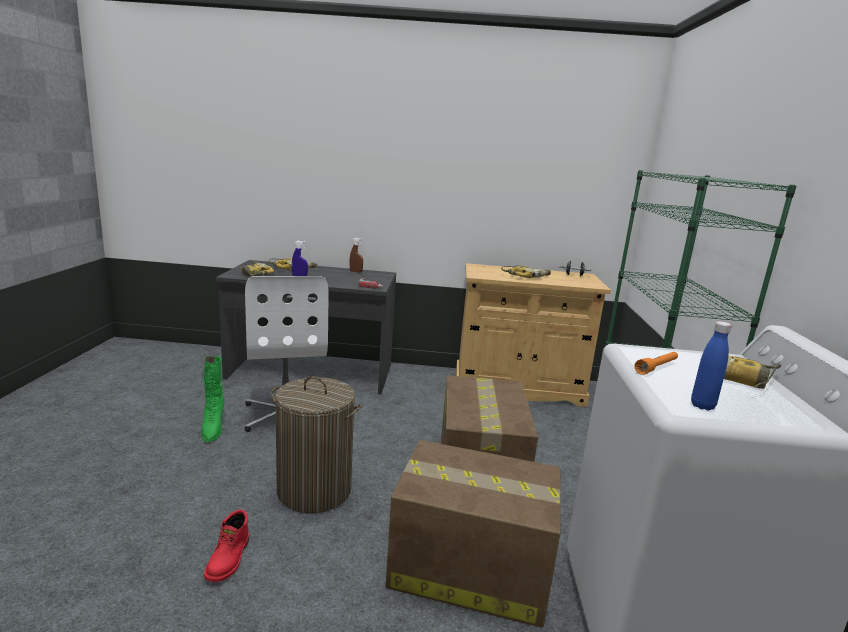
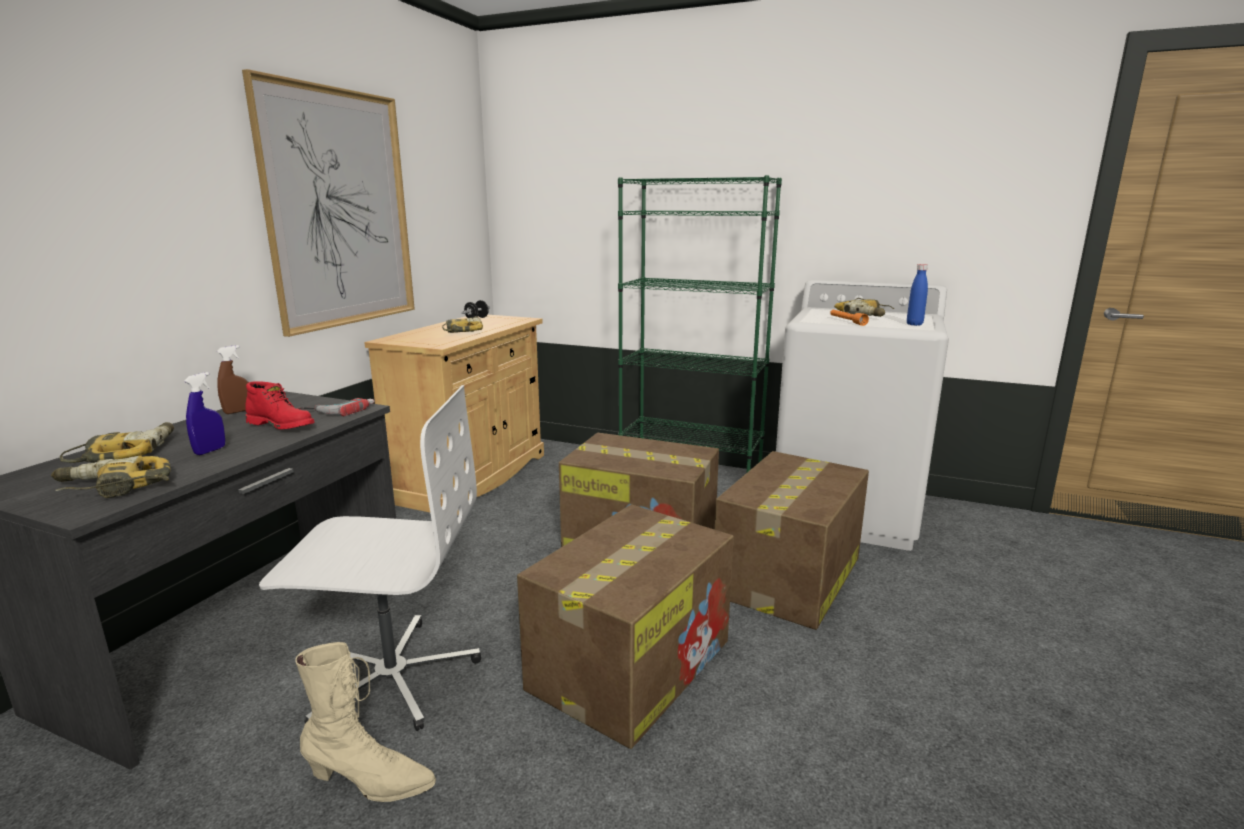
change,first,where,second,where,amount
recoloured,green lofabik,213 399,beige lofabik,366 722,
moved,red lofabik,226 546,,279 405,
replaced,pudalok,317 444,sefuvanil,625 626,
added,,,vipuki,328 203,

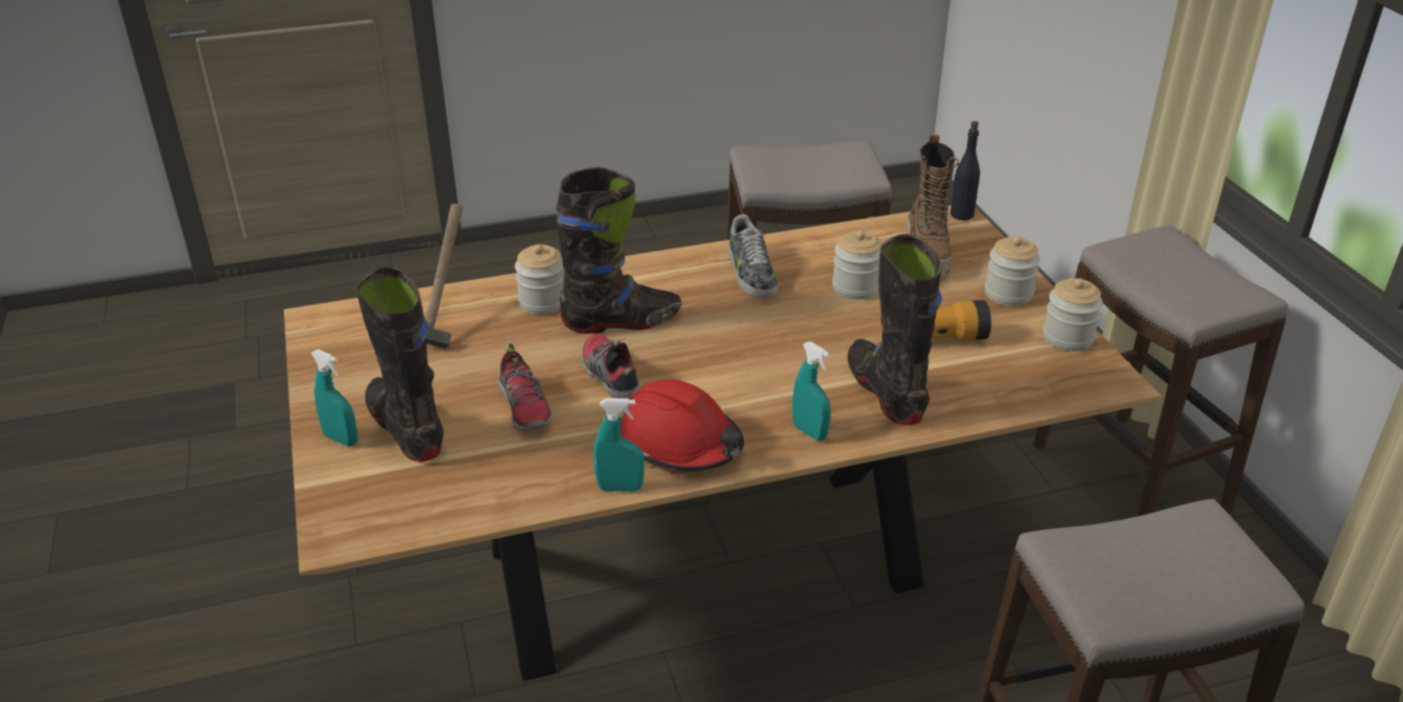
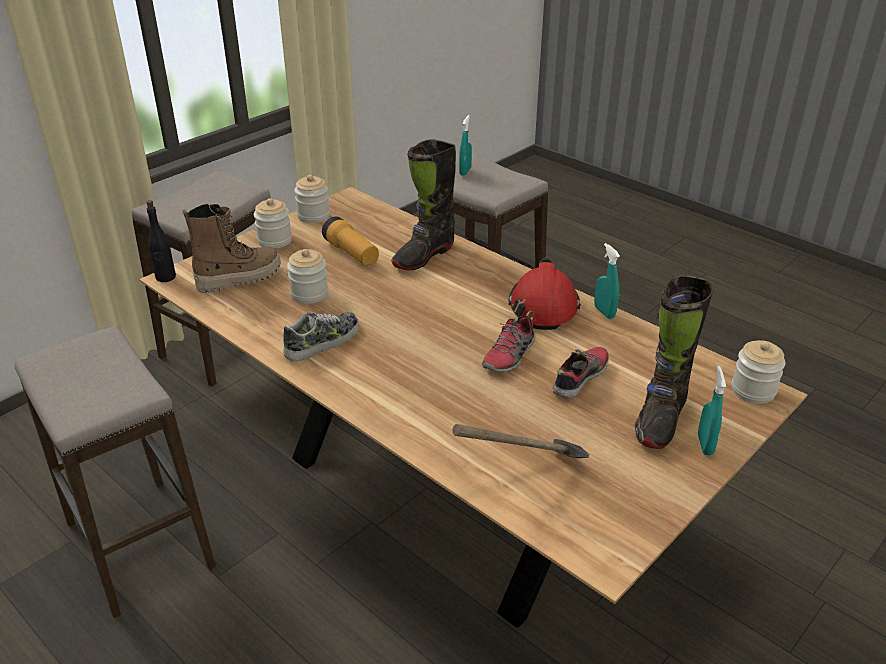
change,first,where,second,where,amount
moved,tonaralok,539 279,,758 372,
removed,black lofabik,619 250,,,
moved,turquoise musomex,811 391,,465 145,

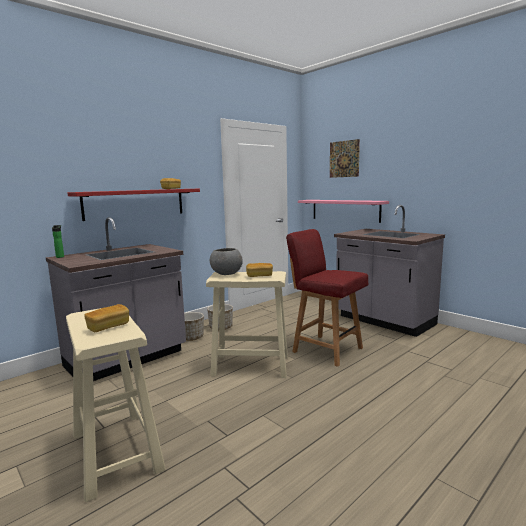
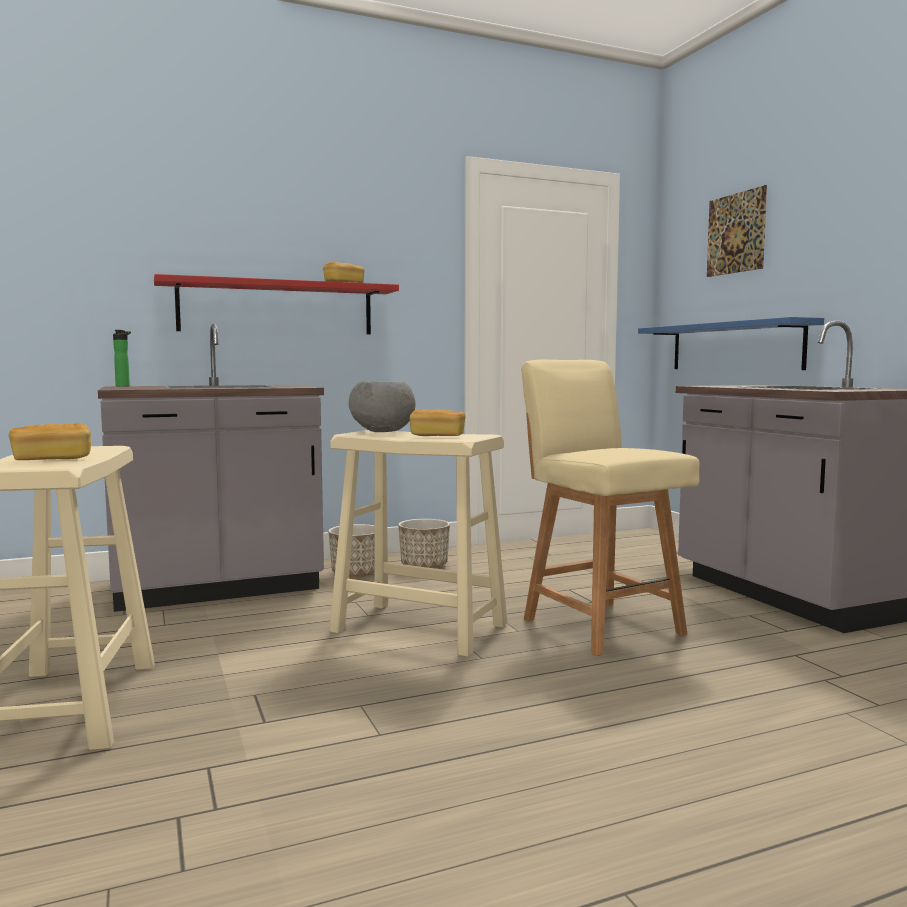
change,first,where,second,where,amount
recoloured,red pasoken,327 298,beige pasoken,610 508,
recoloured,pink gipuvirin,343 211,blue gipuvirin,731 343,

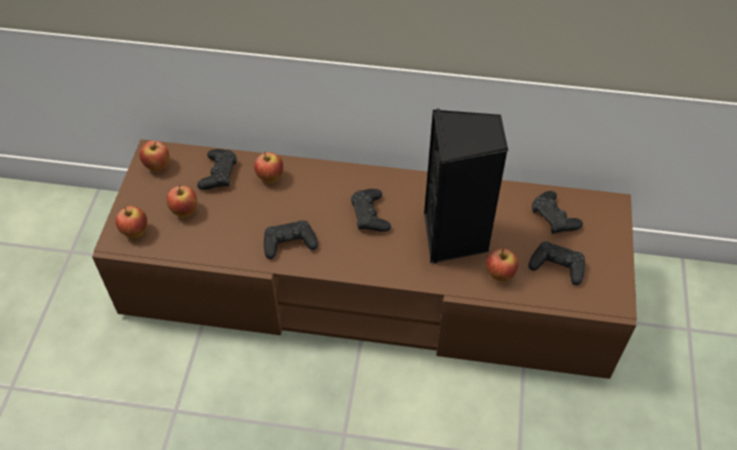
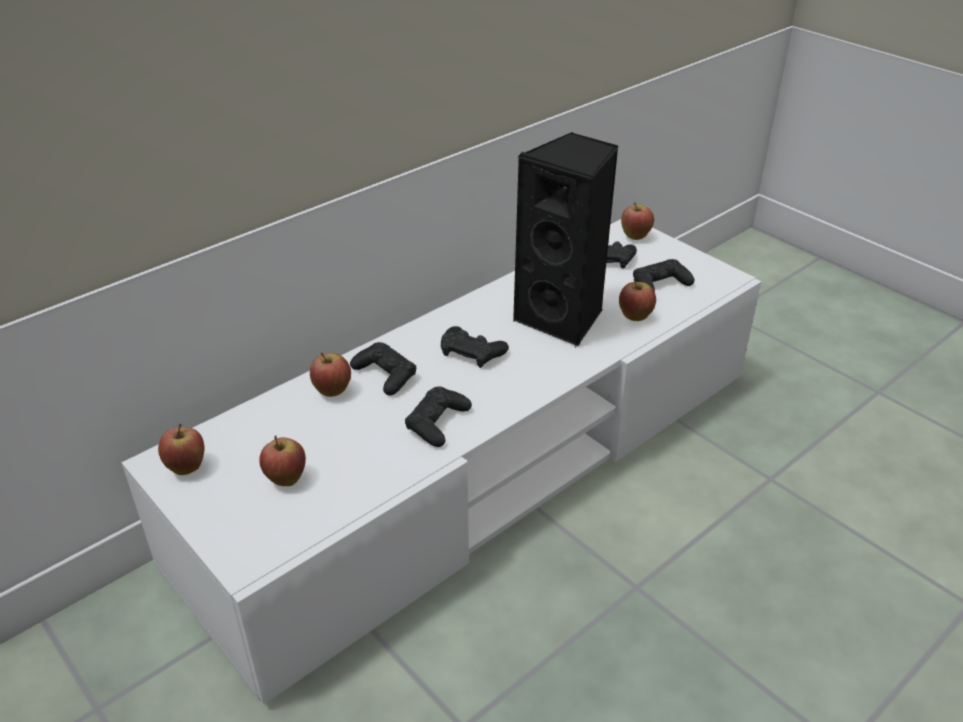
change,first,where,second,where,amount
recoloured,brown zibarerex,364 259,white zibarerex,441 461,
moved,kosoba,131 222,,637 221,
moved,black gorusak,217 169,,383 369,

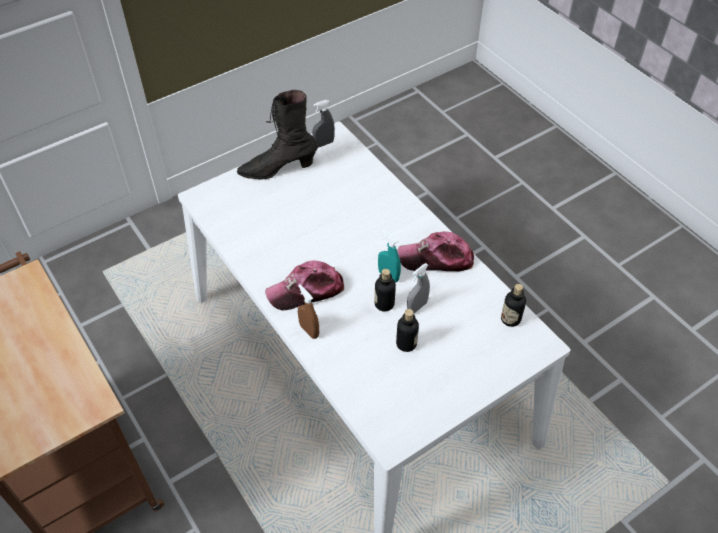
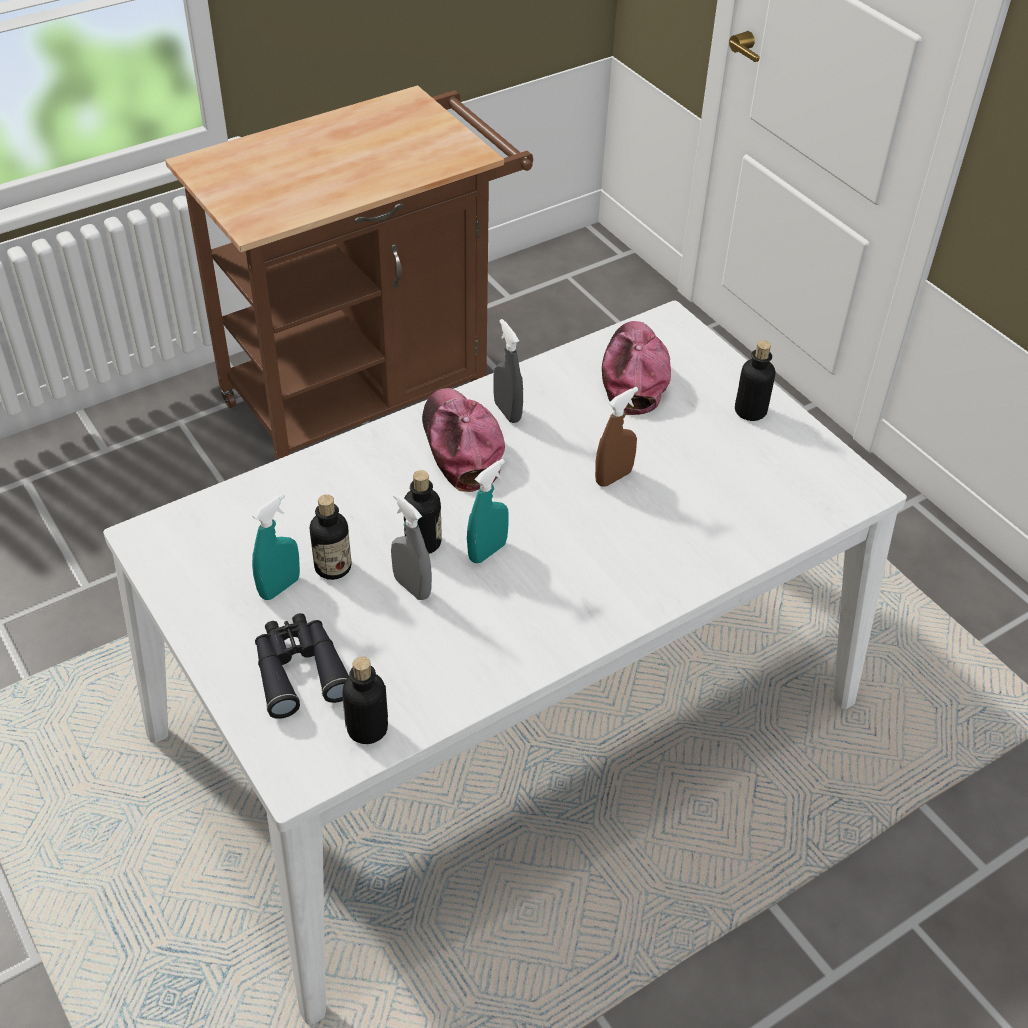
change,first,where,second,where,amount
replaced,black lofabik,277 134,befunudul,755 381,
moved,brown musomex,308 311,,616 437,
moved,grey musomex,323 123,,508 371,
moved,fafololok,435 251,,636 368,
added,,,turquoise musomex,276 546,
added,,,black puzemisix,302 666,

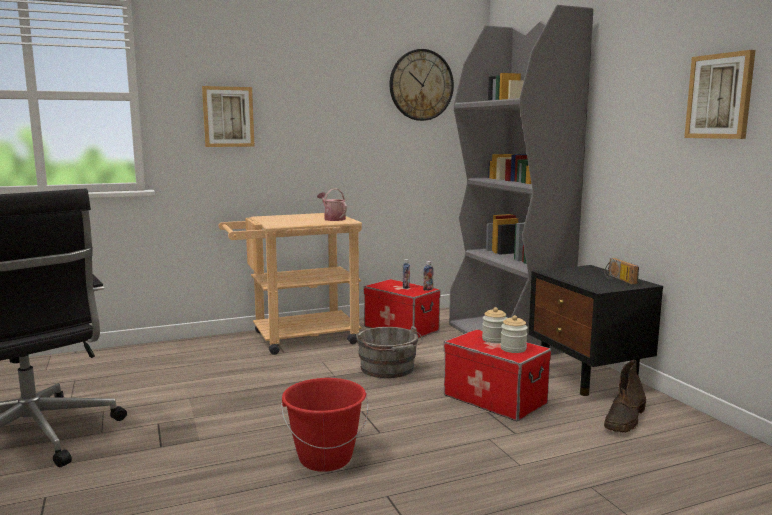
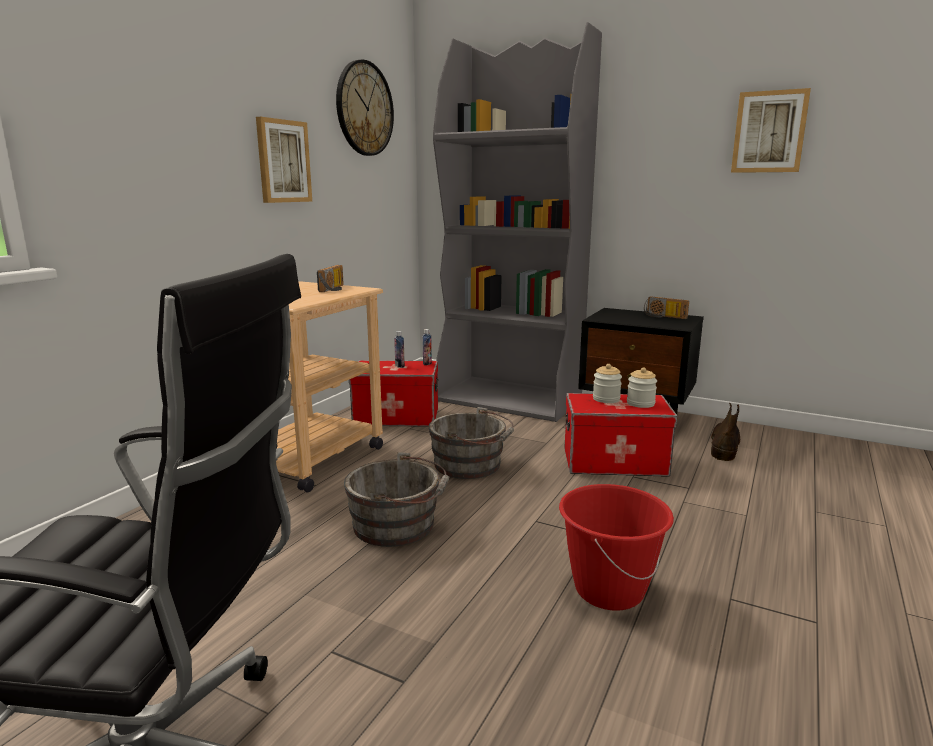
change,first,where,second,where,amount
moved,vipuki,228 116,,284 160,
replaced,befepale,332 204,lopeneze,330 278,
turned,brown lofabik,625 396,,725 432,150 degrees counterclockwise
added,,,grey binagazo,396 499,

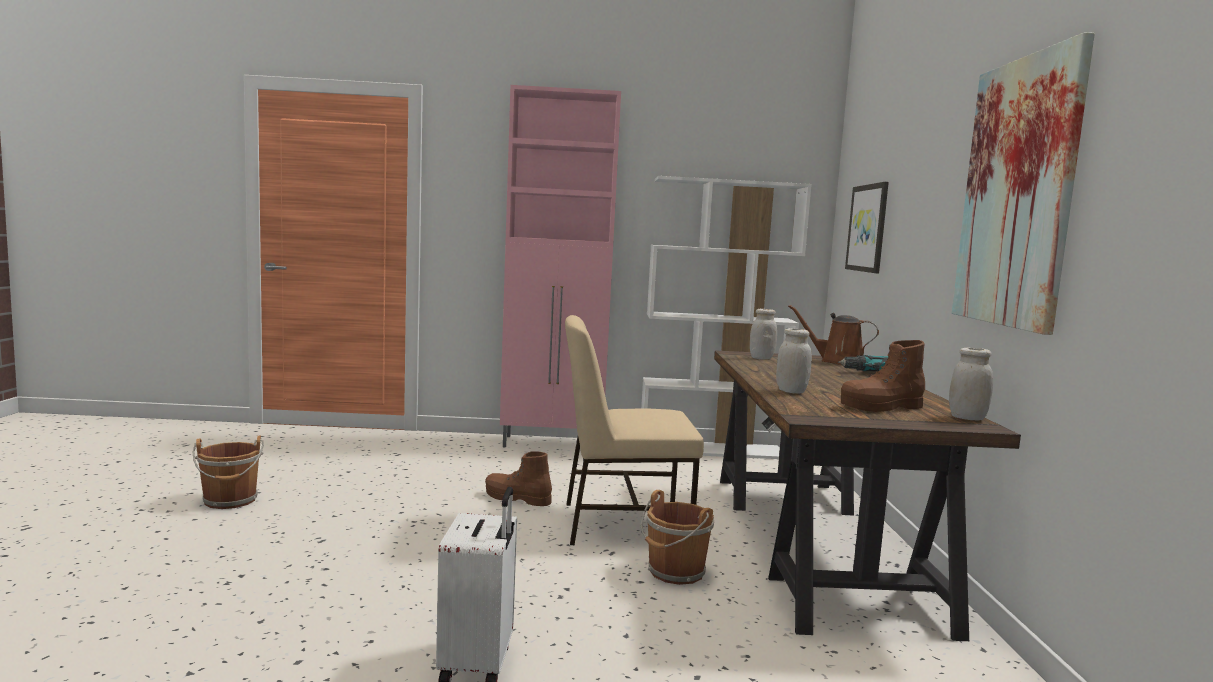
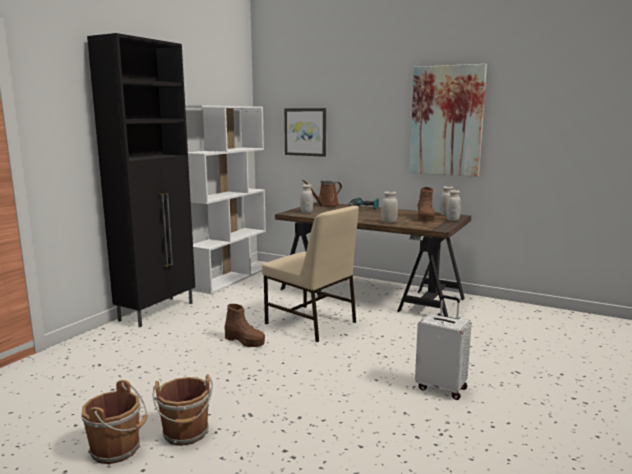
change,first,where,second,where,amount
turned,brown lofabik,518 478,,244 325,105 degrees counterclockwise
recoloured,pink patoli,560 266,black patoli,141 180,
turned,beige pasoken,634 430,,310 274,75 degrees counterclockwise
moved,brown binagazo,677 537,,182 410,
added,,,white tonaralok,453 205,

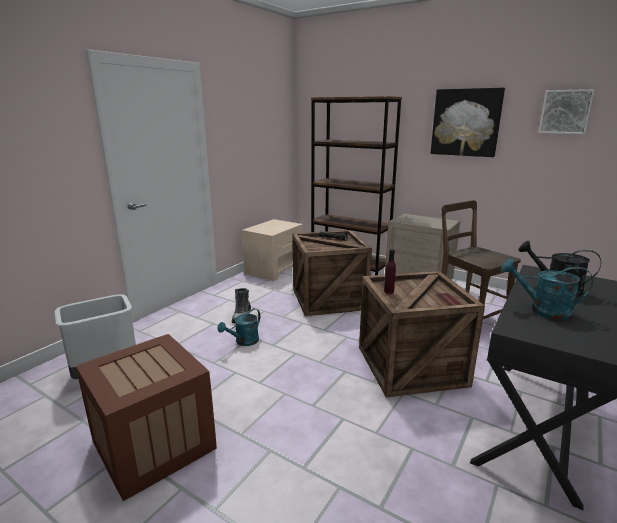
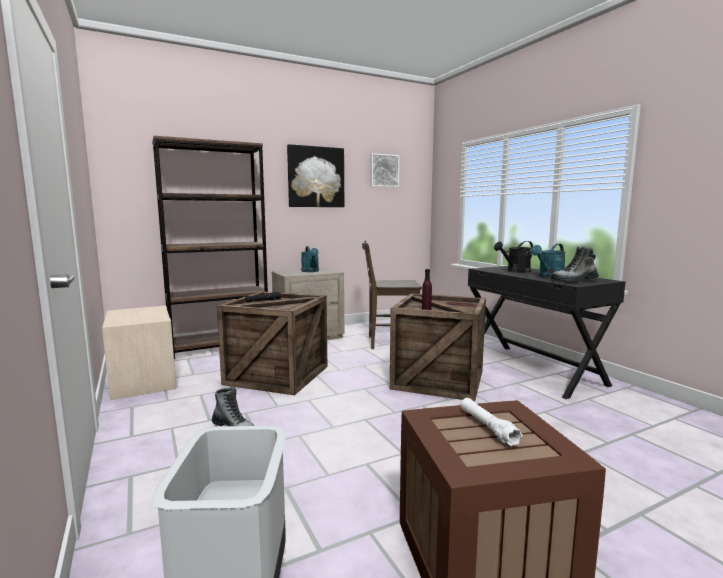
change,first,where,second,where,amount
moved,turquoise befepale,239 327,,310 259,
added,,,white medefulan,492 422,
added,,,lofabik,575 264,

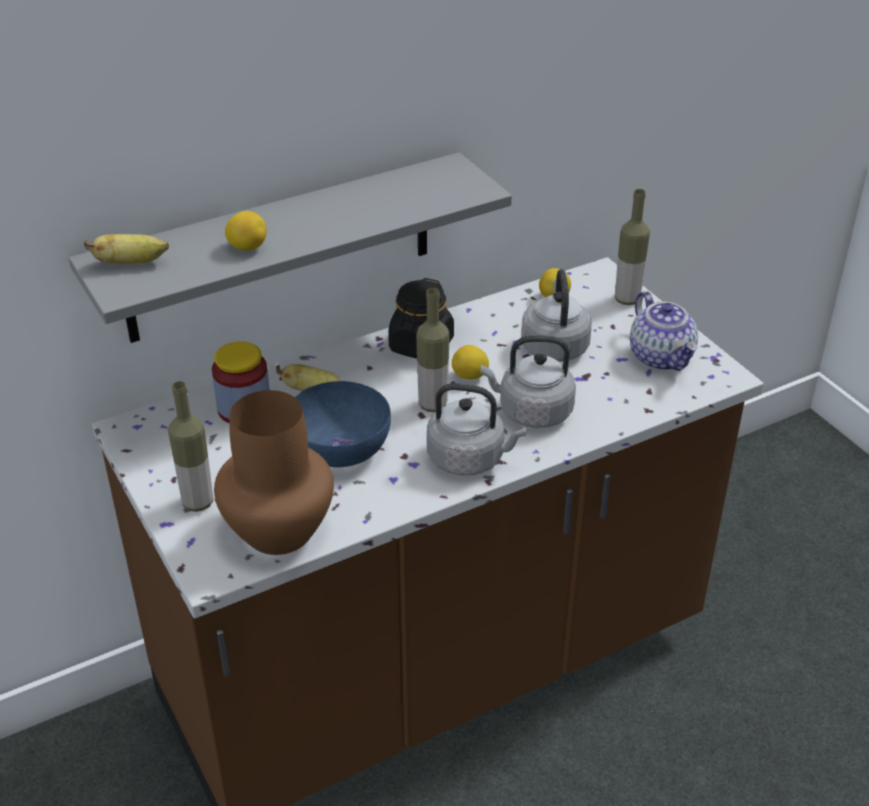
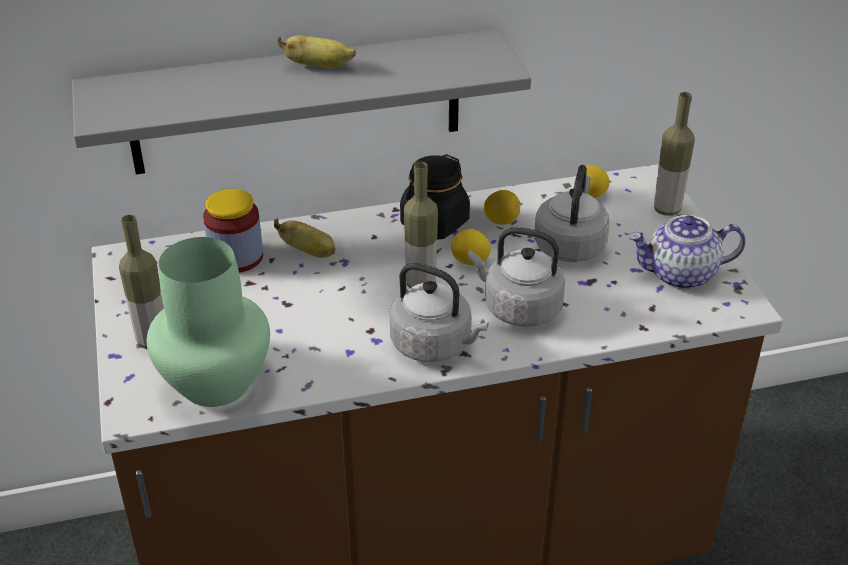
change,first,where,second,where,amount
moved,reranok,126 249,,317 51,
recoloured,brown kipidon,274 472,green kipidon,208 322,
moved,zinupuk,245 231,,502 207,
removed,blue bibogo,343 424,,,
turned,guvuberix,664 331,,686 252,90 degrees clockwise

